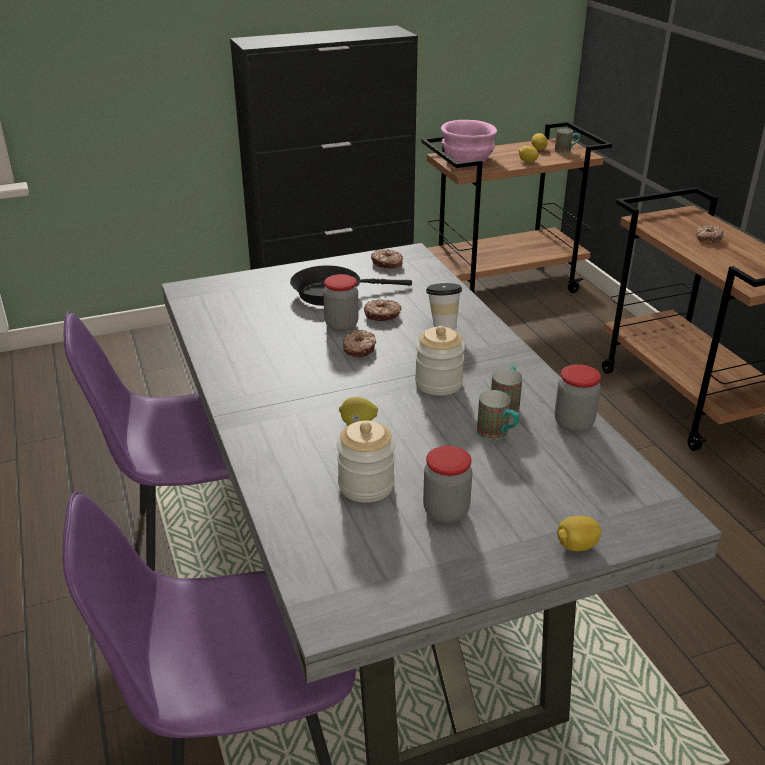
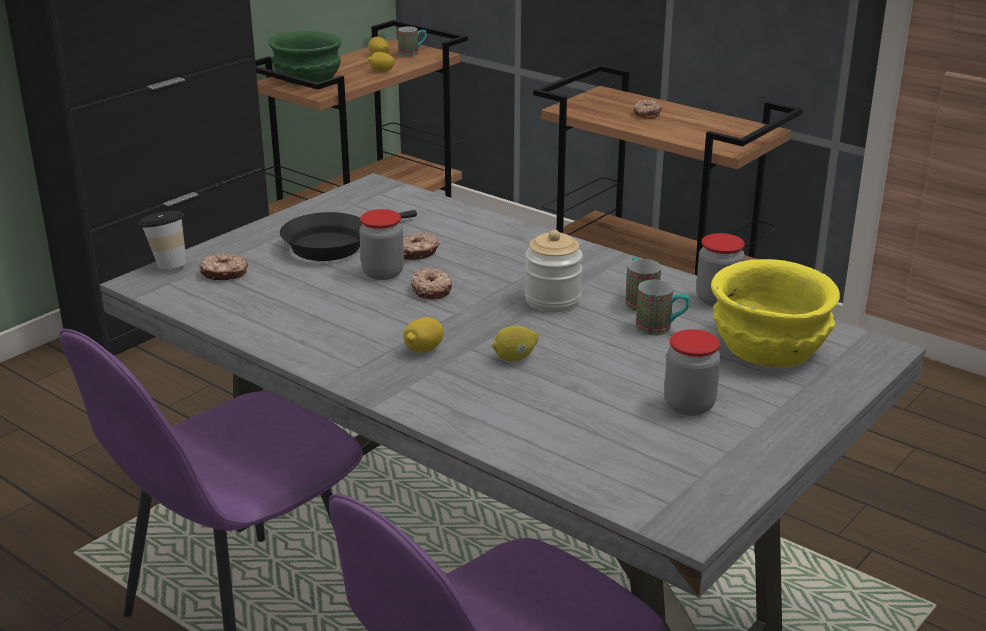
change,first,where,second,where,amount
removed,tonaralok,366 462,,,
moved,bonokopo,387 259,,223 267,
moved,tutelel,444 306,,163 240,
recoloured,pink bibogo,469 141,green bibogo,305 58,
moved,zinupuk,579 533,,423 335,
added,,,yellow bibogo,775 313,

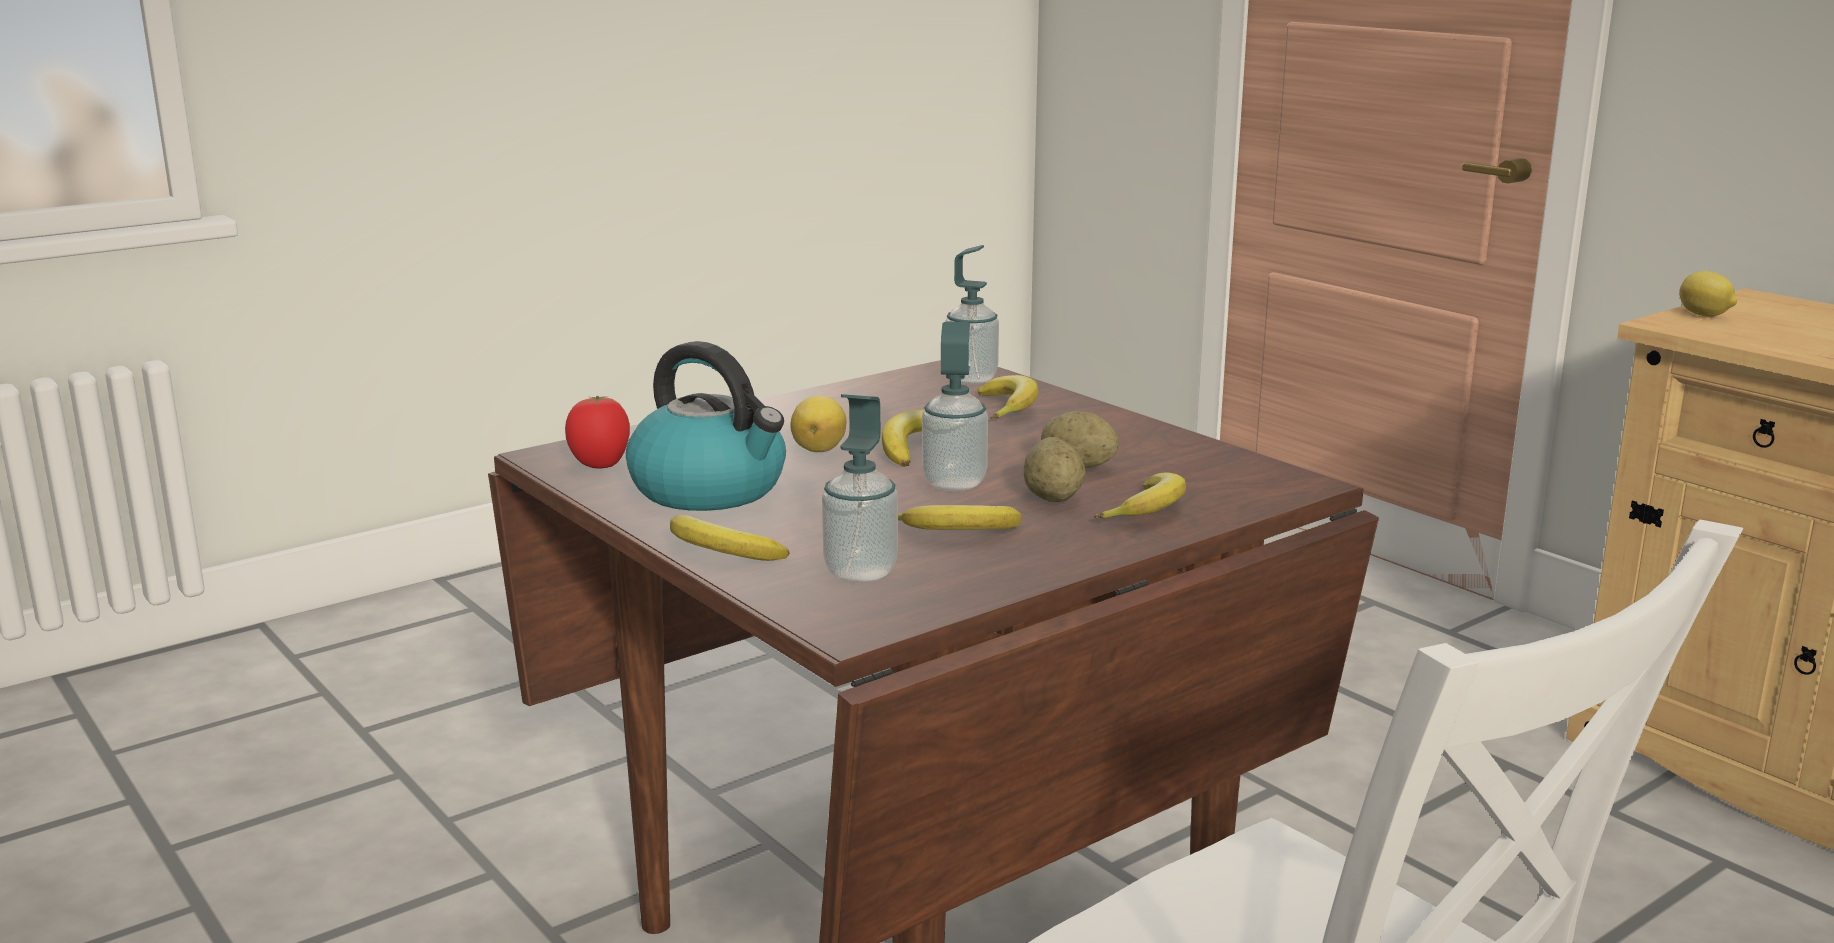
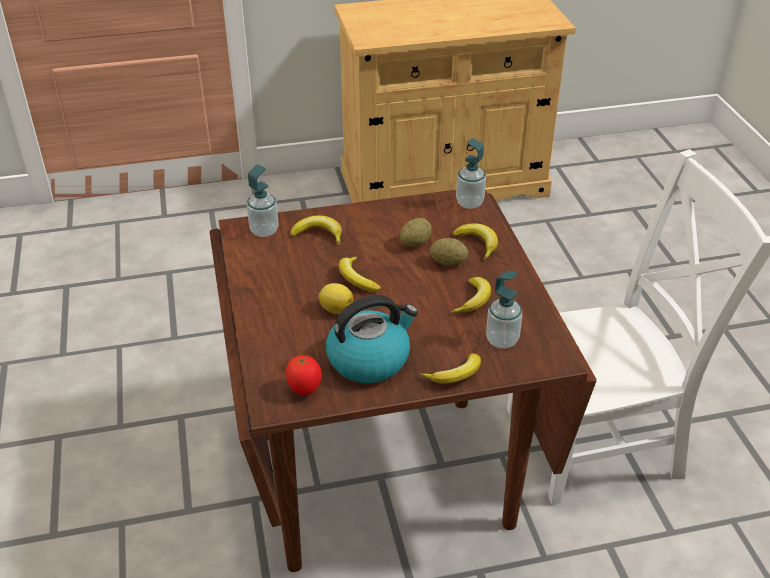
change,first,where,second,where,amount
moved,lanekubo,955 407,,471 173,
removed,zinupuk,1708 294,,,

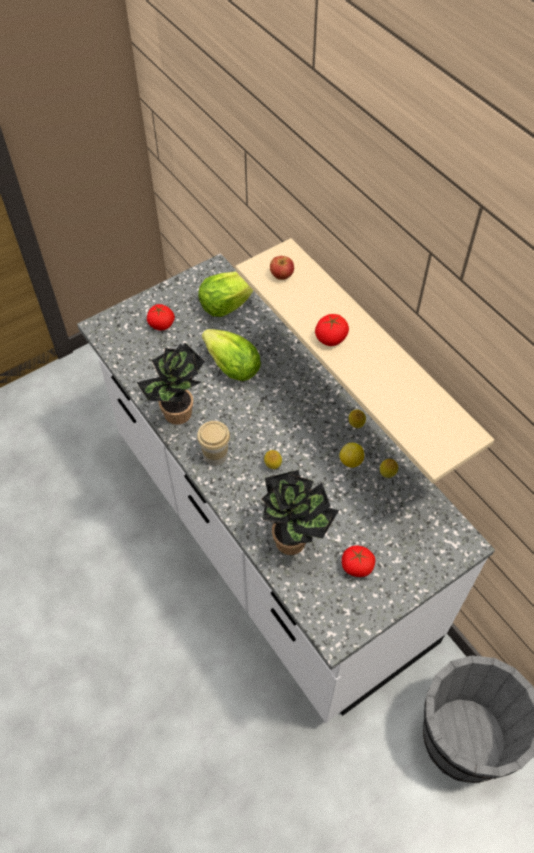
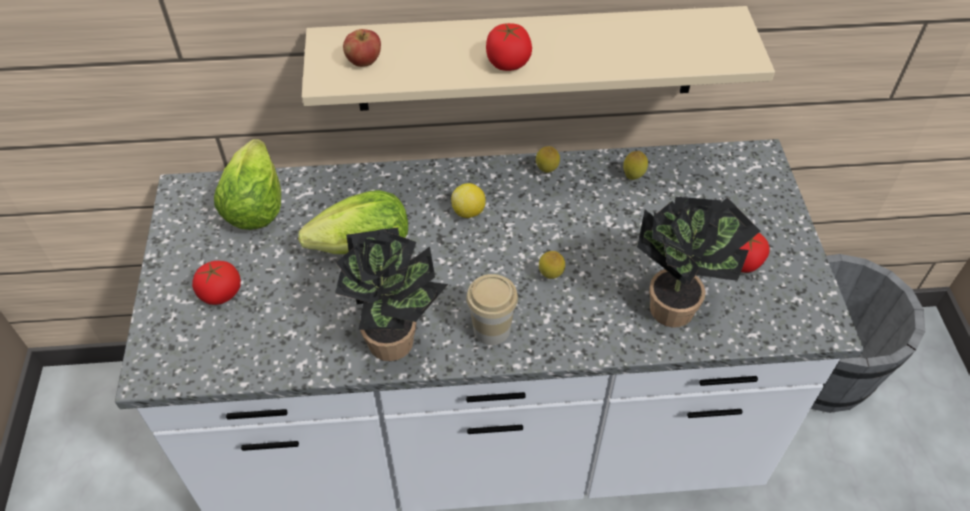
change,first,where,second,where,amount
moved,zinupuk,352 455,,468 200,

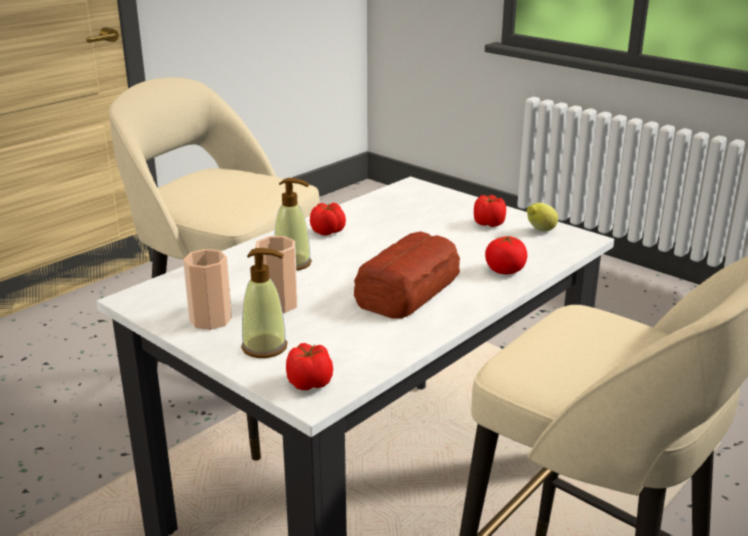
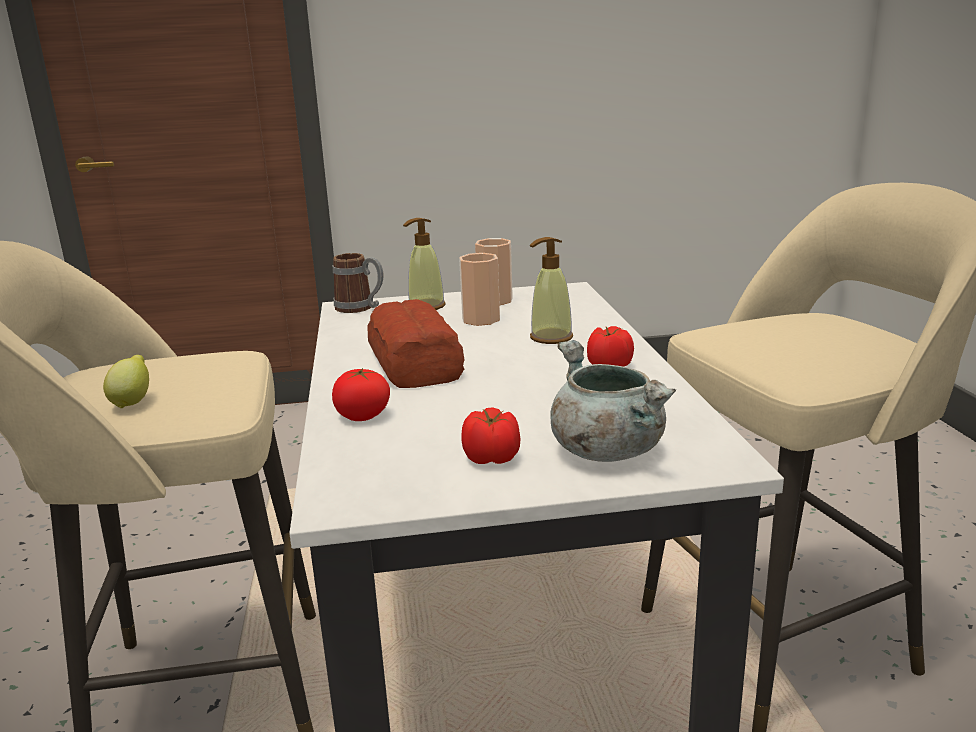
change,first,where,second,where,amount
replaced,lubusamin,309 366,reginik,358 283,
moved,zinupuk,542 217,,126 381,
added,,,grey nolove,613 401,

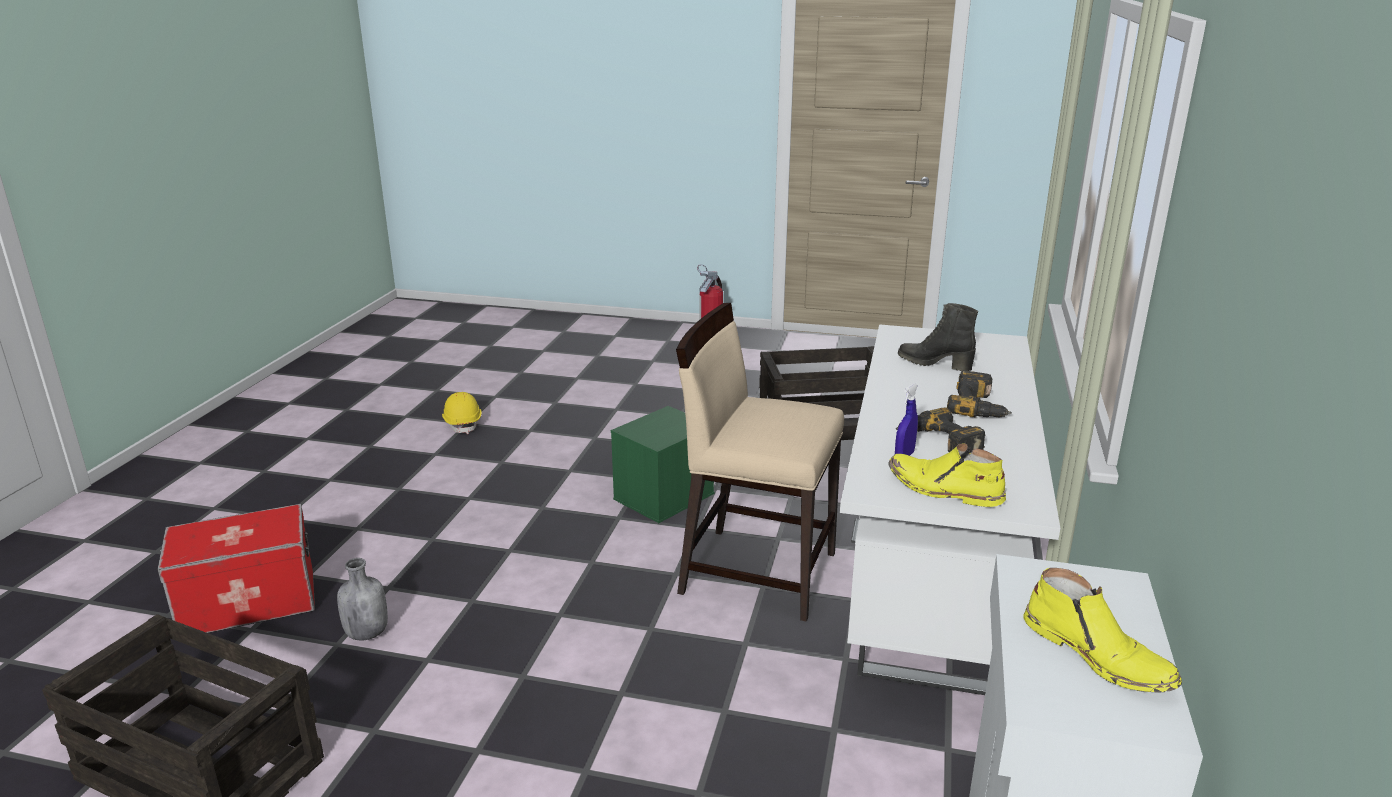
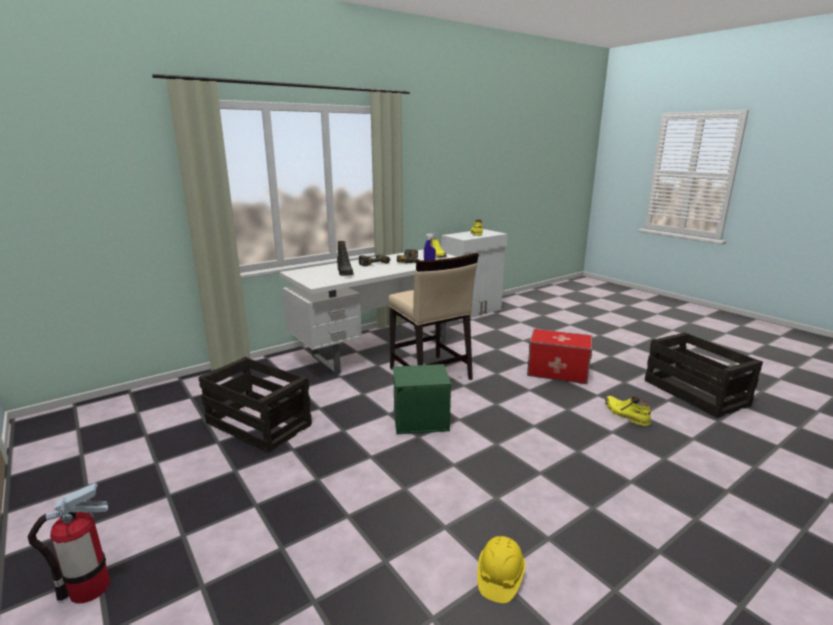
change,first,where,second,where,amount
moved,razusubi,236 568,,559 356,
replaced,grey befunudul,362 599,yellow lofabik,628 411,

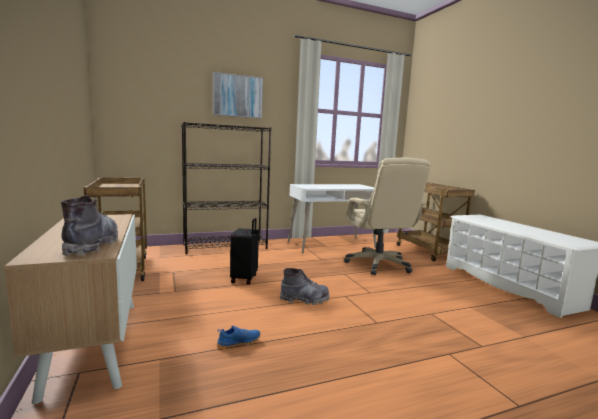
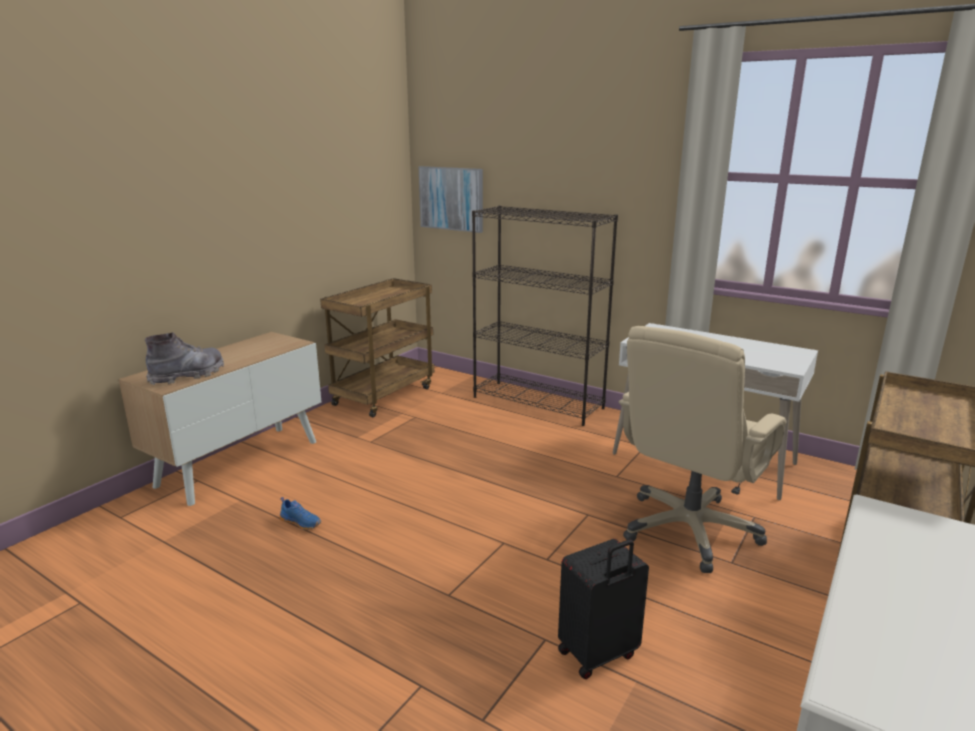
change,first,where,second,where,amount
moved,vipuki,238 95,,451 199,
moved,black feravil,244 251,,603 609,
removed,grey lofabik,304 286,,,

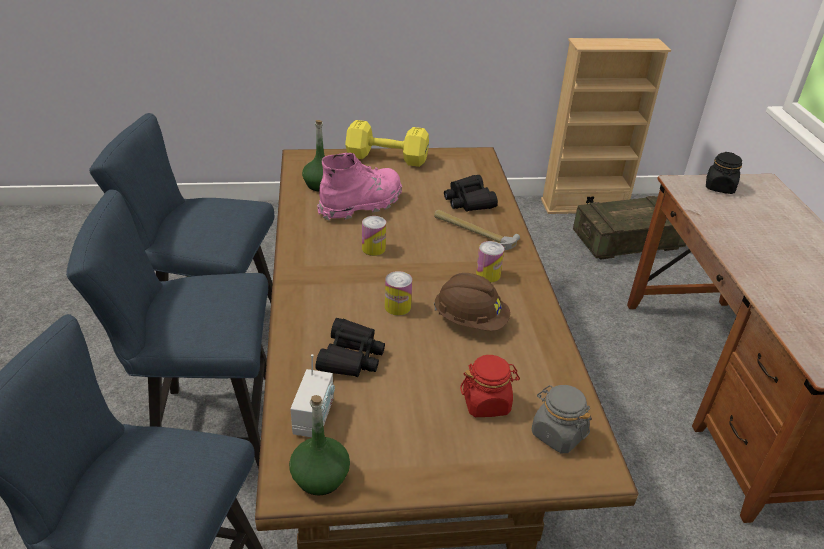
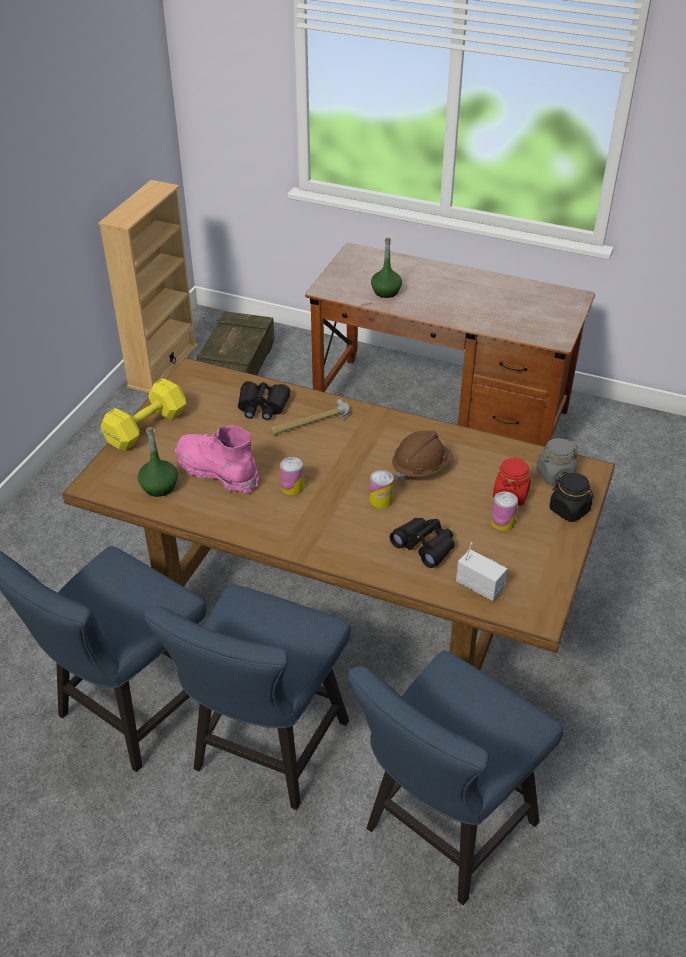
change,first,where,second,where,amount
moved,green befunudul,319 445,,386 268,
turned,pink lofabik,359 187,,217 459,45 degrees counterclockwise
moved,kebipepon,490 262,,504 511,
moved,black tonaralok,724 173,,571 497,

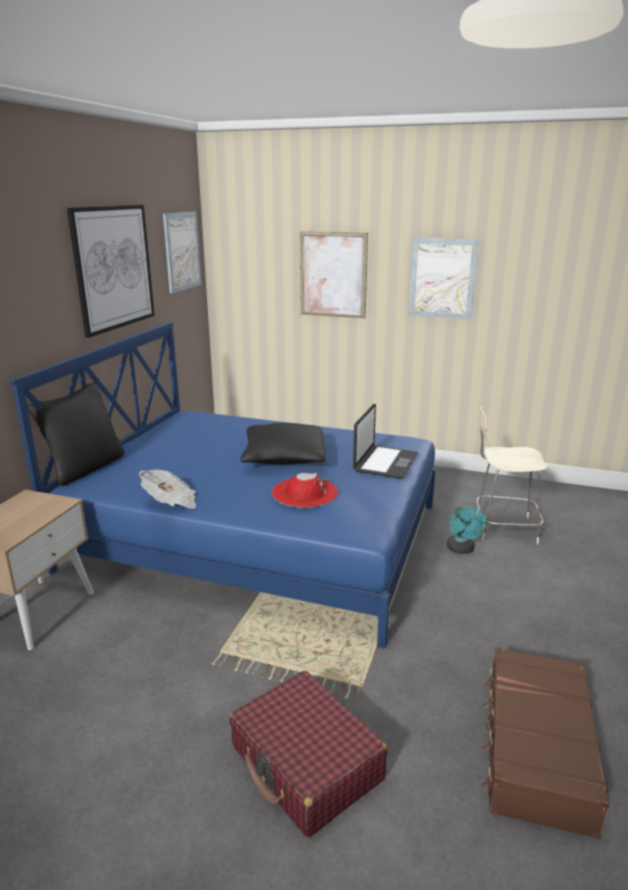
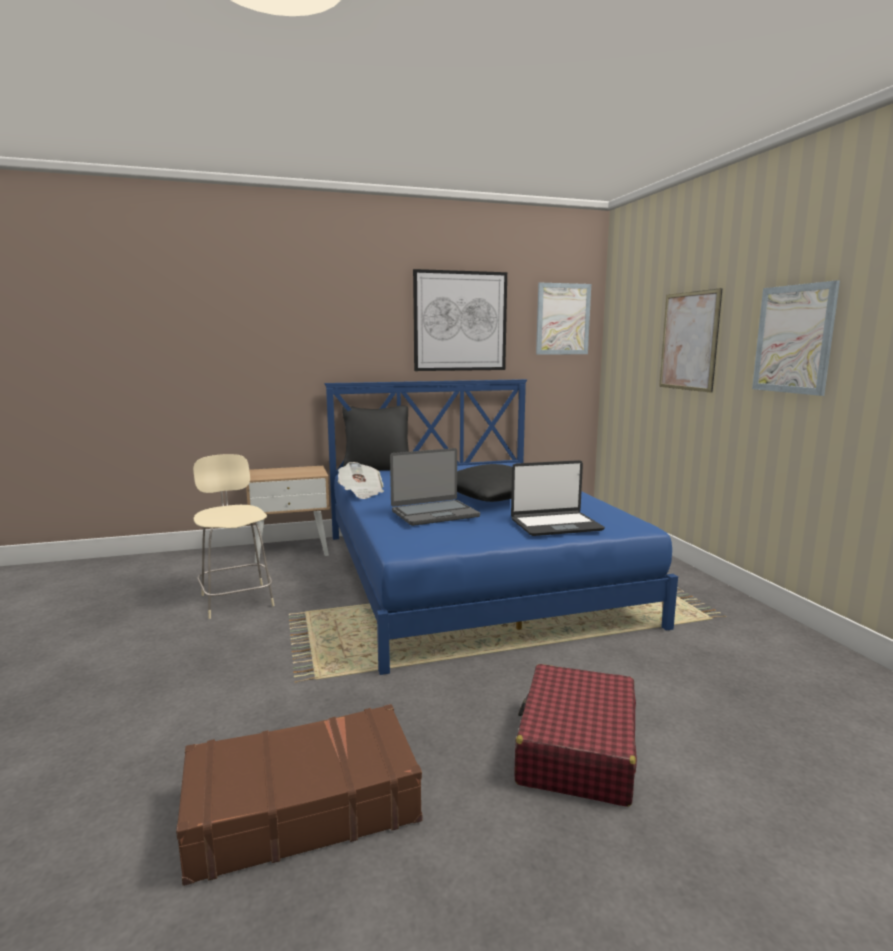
change,first,where,second,where,amount
moved,red feravil,308 754,,575 735,
replaced,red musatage,305 490,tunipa,435 487,
removed,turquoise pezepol,466 530,,,
moved,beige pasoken,511 475,,233 536,

